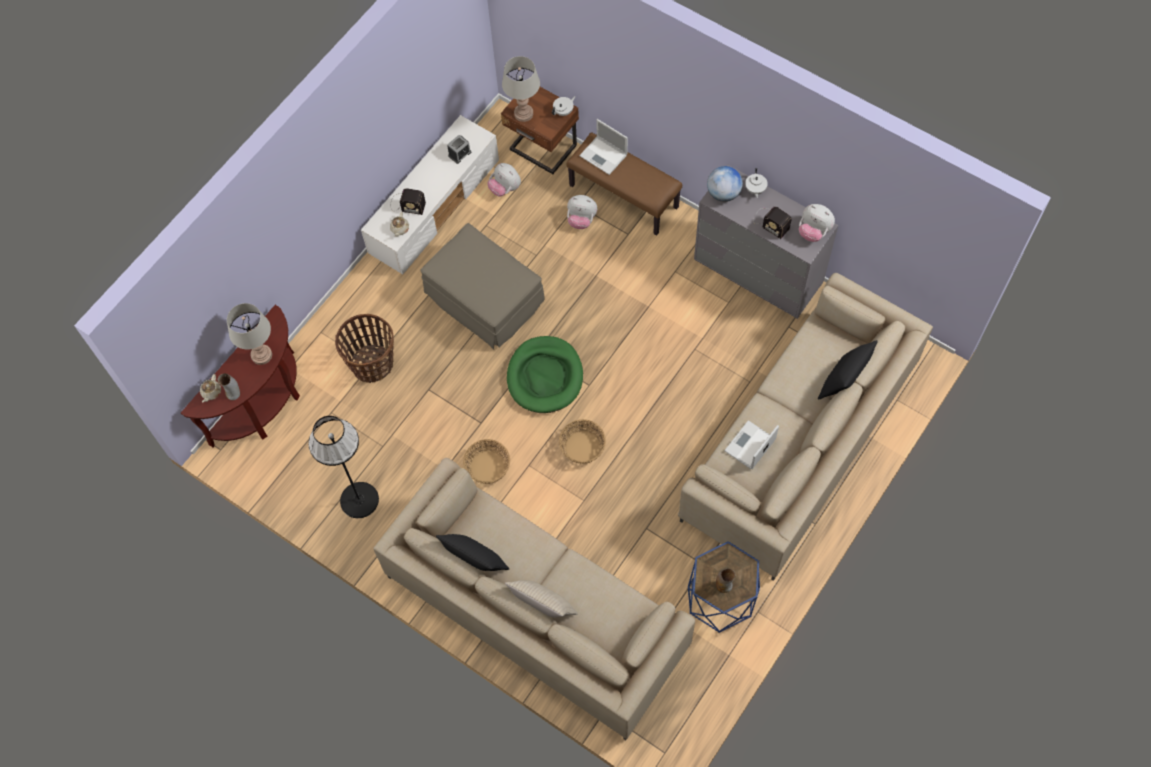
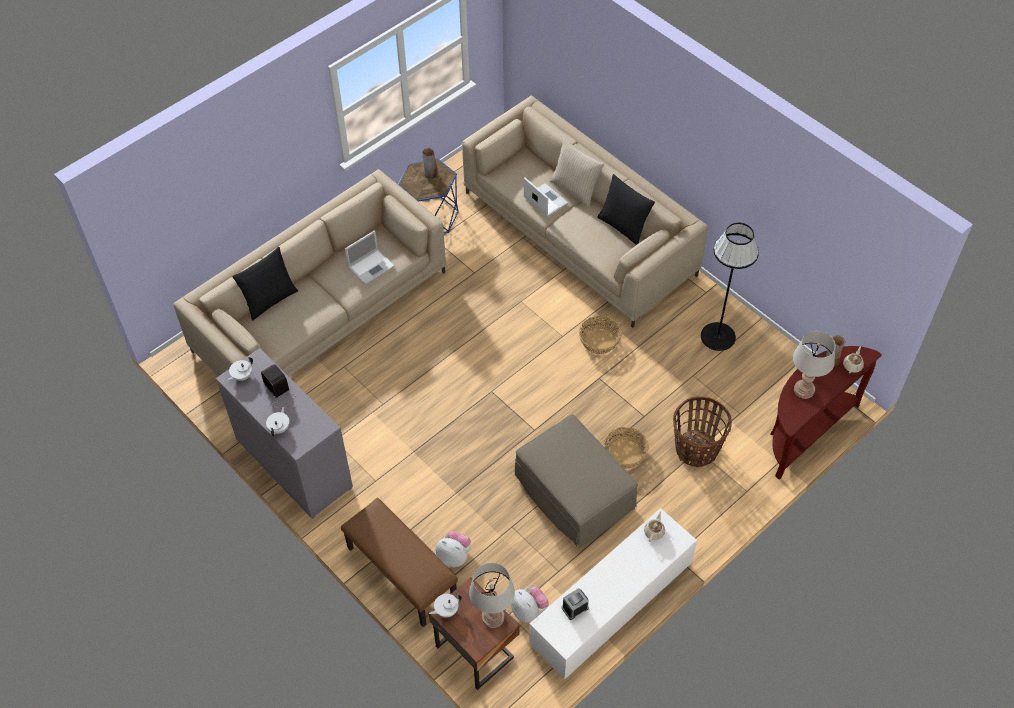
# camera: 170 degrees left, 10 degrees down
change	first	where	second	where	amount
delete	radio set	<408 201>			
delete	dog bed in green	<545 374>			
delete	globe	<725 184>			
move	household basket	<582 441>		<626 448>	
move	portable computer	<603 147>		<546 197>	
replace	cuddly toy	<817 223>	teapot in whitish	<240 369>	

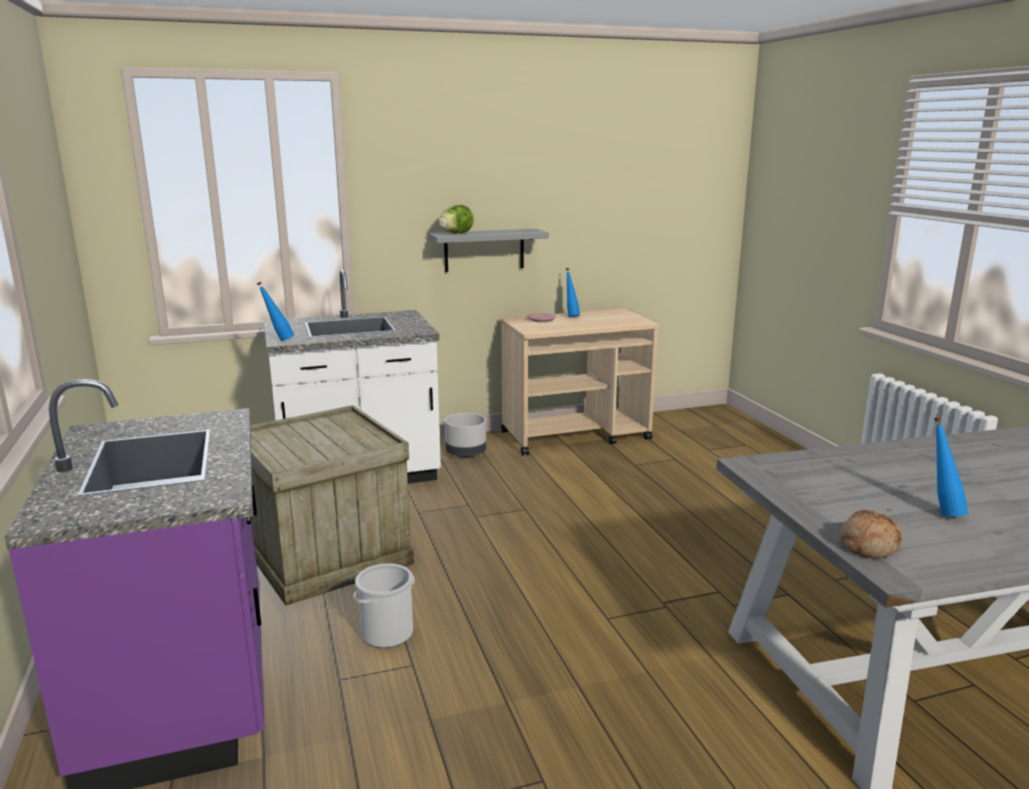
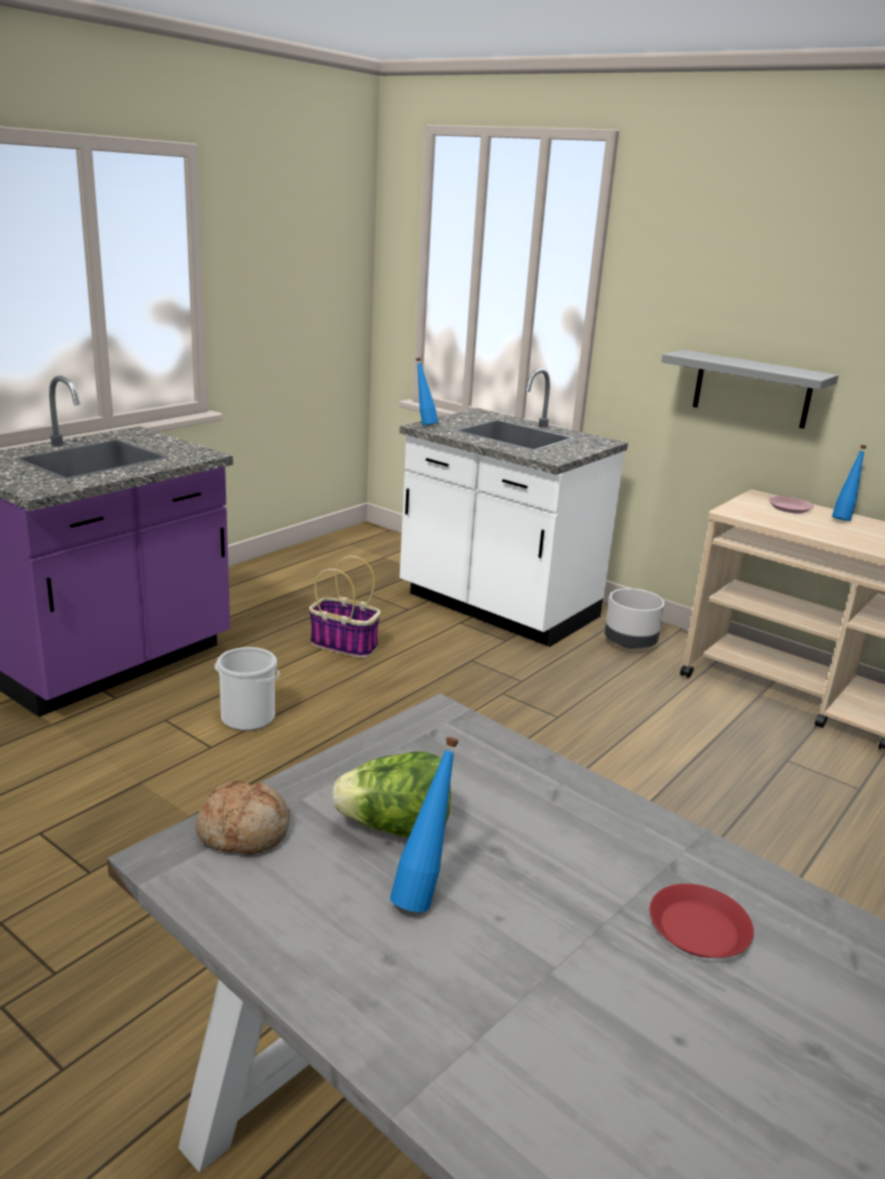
# camera: 55 degrees right, 5 degrees up
change	first	where	second	where	amount
insert			dinner plate in red-coloured	<702 921>	
move	lettuce	<456 219>		<391 794>	
replace	packing crate	<332 505>	household basket	<345 607>	

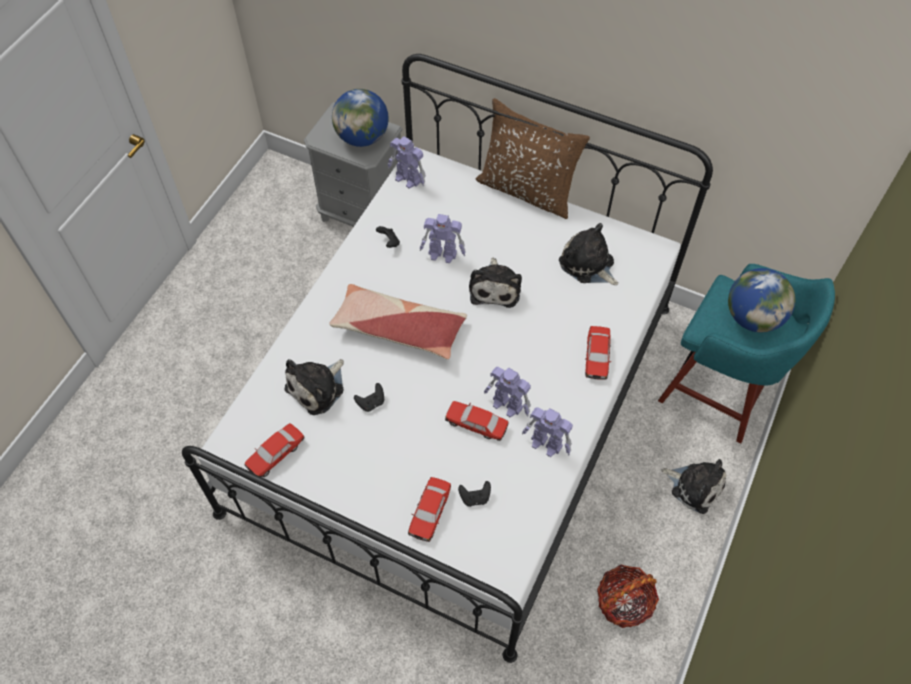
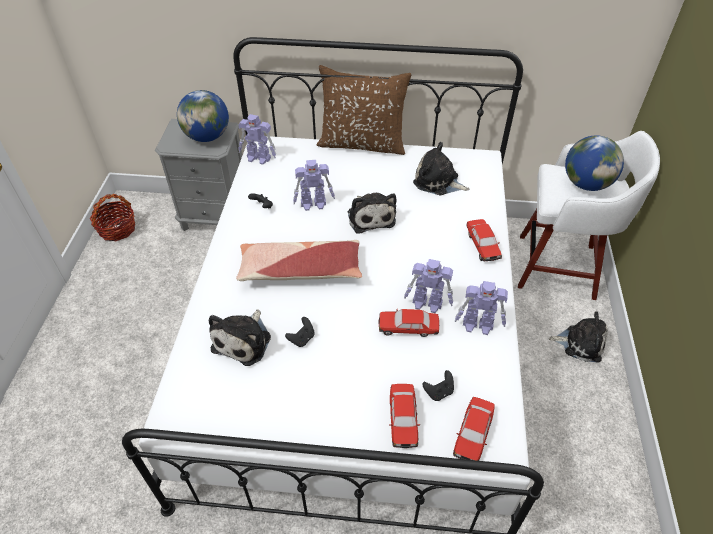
# camera: 20 degrees left, 10 degrees down
change	first	where	second	where	amount
move	toy car	<274 450>		<474 429>	
move	household basket	<628 596>		<112 217>	
recolor	stool seat in turquoise-coloured	<746 353>	stool seat in whitish	<589 215>	

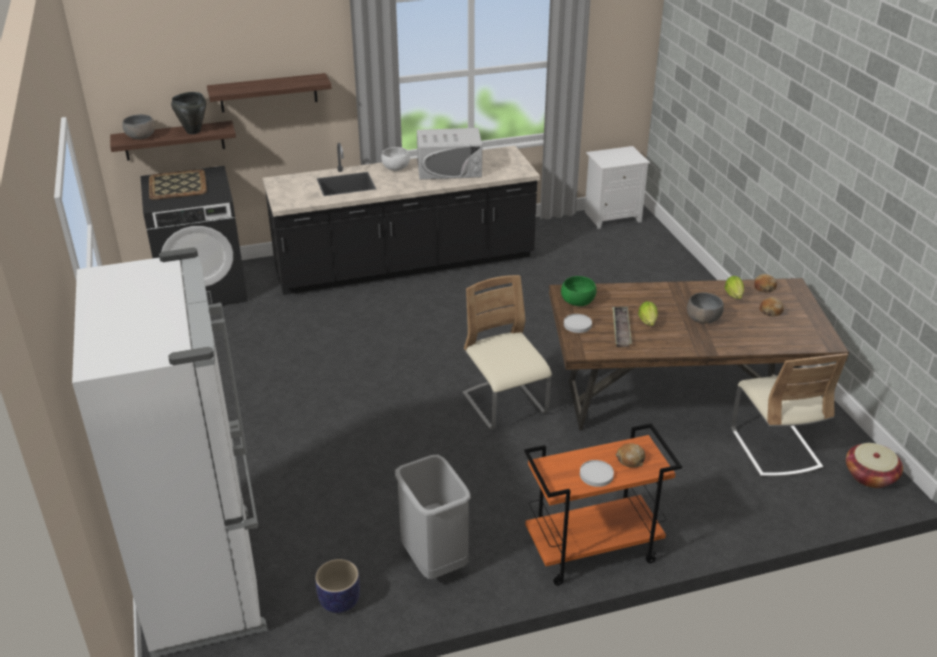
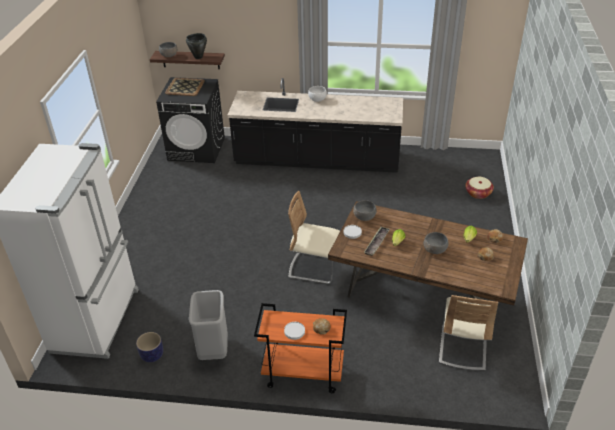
# camera: 25 degrees right, 5 degrees up
change	first	where	second	where	amount
delete	bracket shelf	<269 92>			
delete	microwave oven in whitish	<449 154>			
delete	nightstand in whitish	<617 187>			
move	household basket	<874 465>		<479 188>	
recolor	bowl in green	<579 291>	bowl in greyish	<365 210>	
rotate	chair in sand-coloured	<507 352>		<314 237>	75 degrees counterclockwise

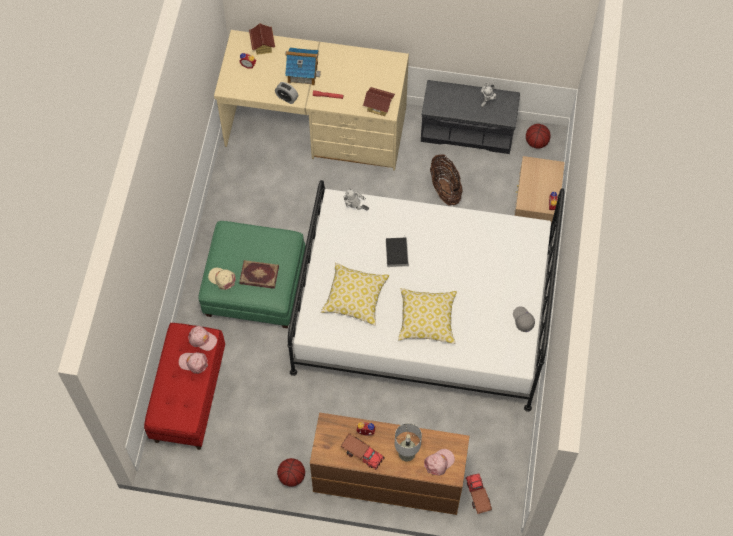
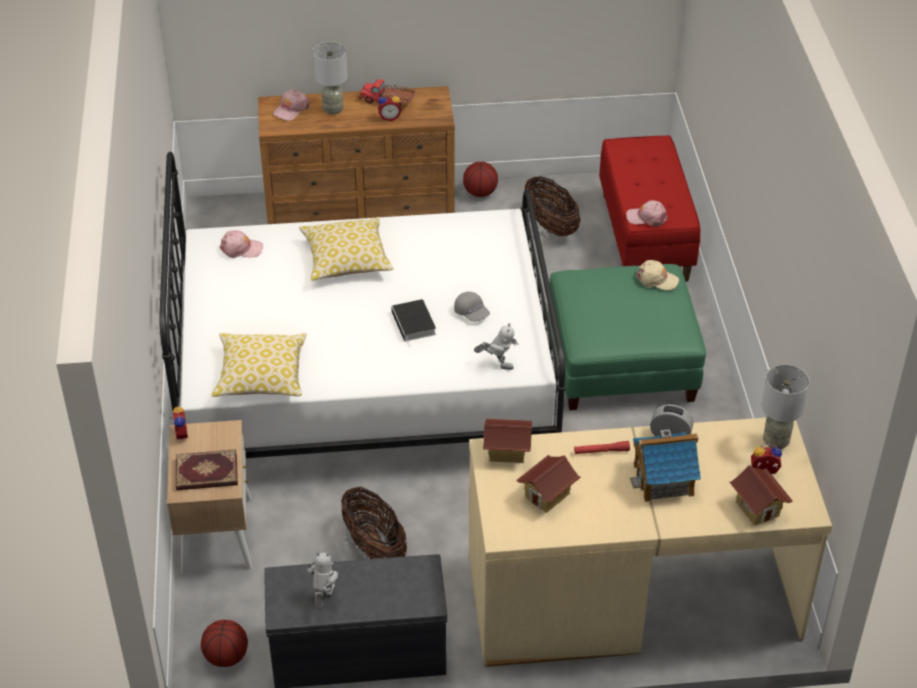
# camera: 165 degrees right, 20 degrees down
change	first	where	second	where	amount
delete	toy truck	<478 493>			
insert			miniature house	<548 484>	
insert			household basket	<553 206>	
insert			table lamp in greyish	<785 406>	
move	cap in pinkish	<193 363>		<241 244>	
move	book	<259 274>		<207 469>	
move	cushion	<355 294>		<259 365>	
move	cap in greyish	<524 319>		<472 307>	

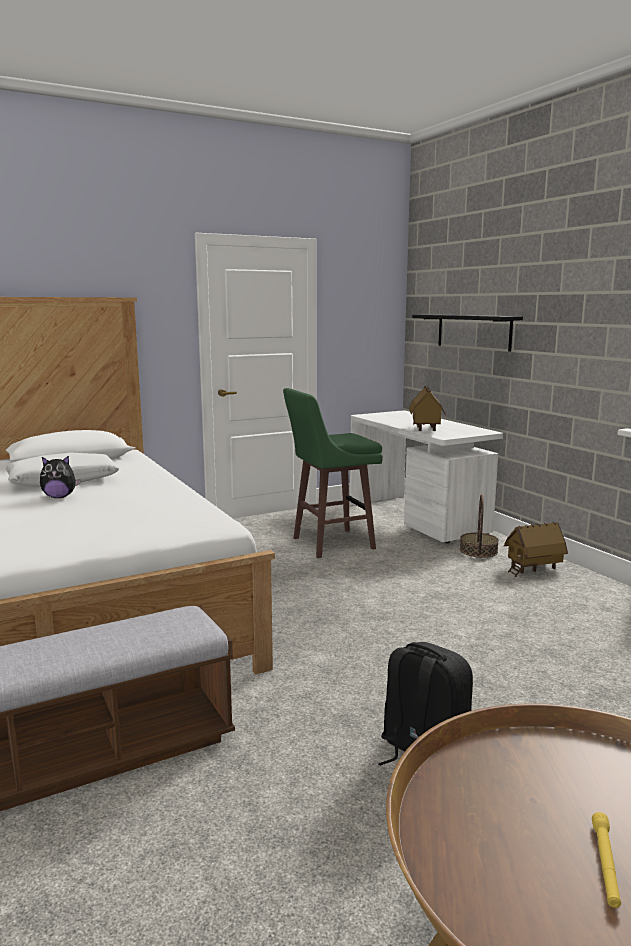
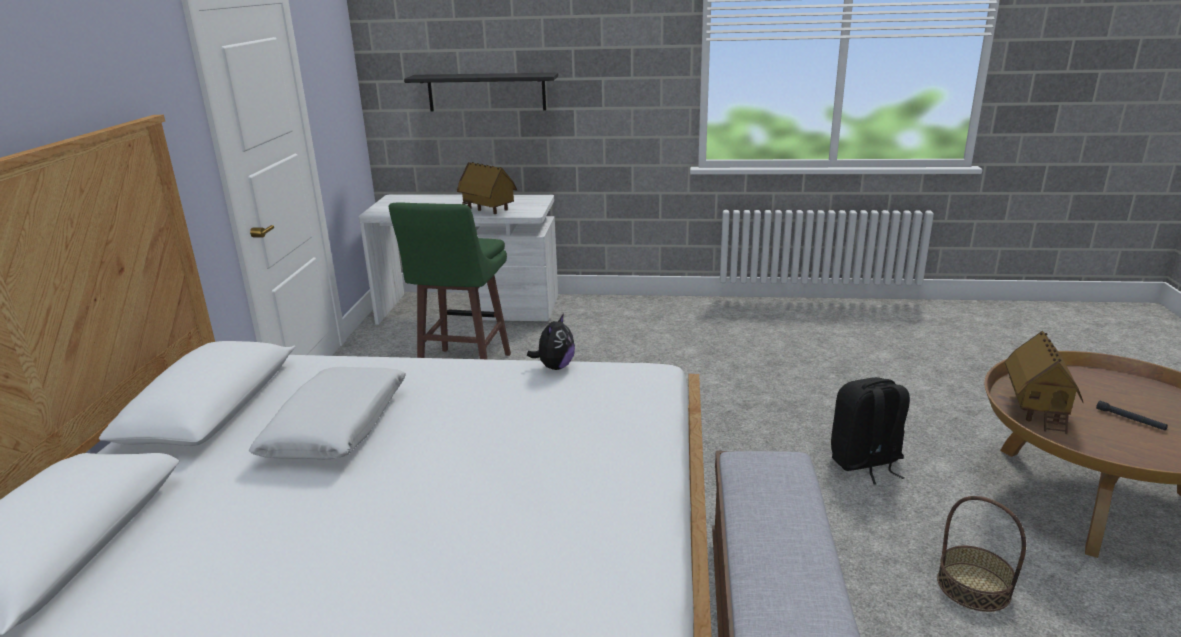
# camera: 55 degrees left, 10 degrees up
change	first	where	second	where	amount
move	cuddly toy	<60 477>		<551 341>	
move	household basket	<479 526>		<981 554>	
move	miniature house	<536 549>		<1044 382>	
recolor	torch in yellowish	<606 860>	torch in blackish	<1132 415>	

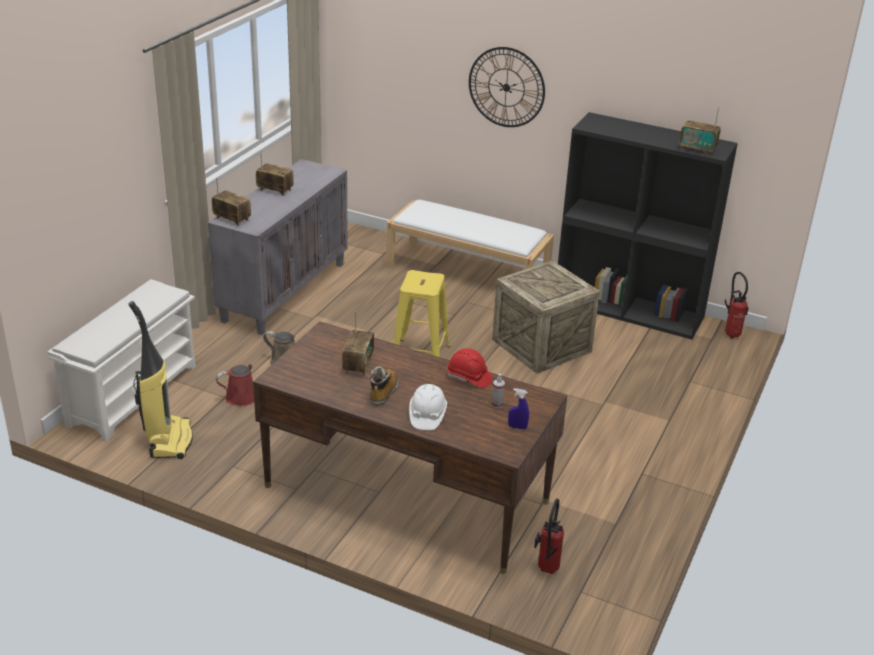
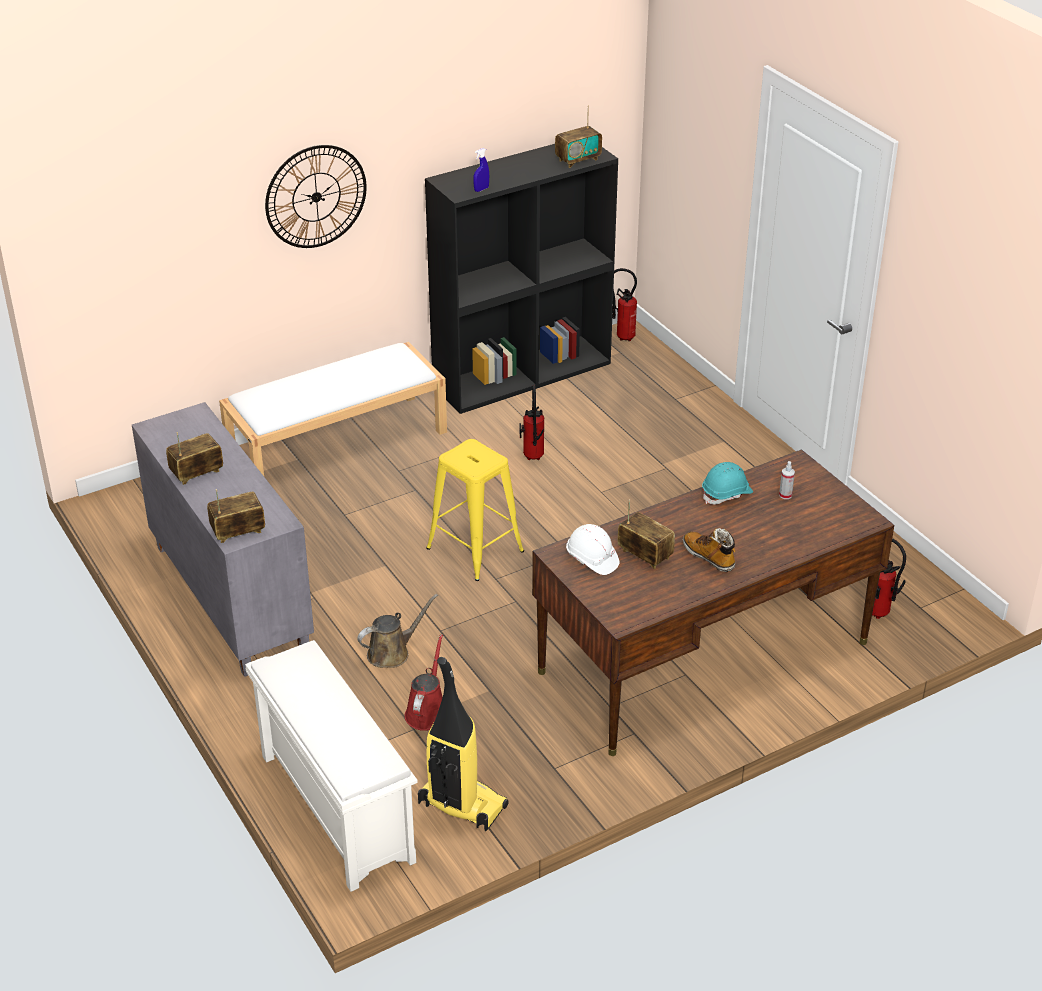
# camera: 55 degrees left, 5 degrees up
change	first	where	second	where	amount
move	hard hat in whitish	<428 407>		<592 549>	
move	hand sprayer in blue-coloured	<518 409>		<481 170>	
replace	packing crate	<546 317>	extinguisher	<531 422>	
recolor	hard hat in red-coloured	<469 368>	hard hat in turquoise-coloured	<727 483>	

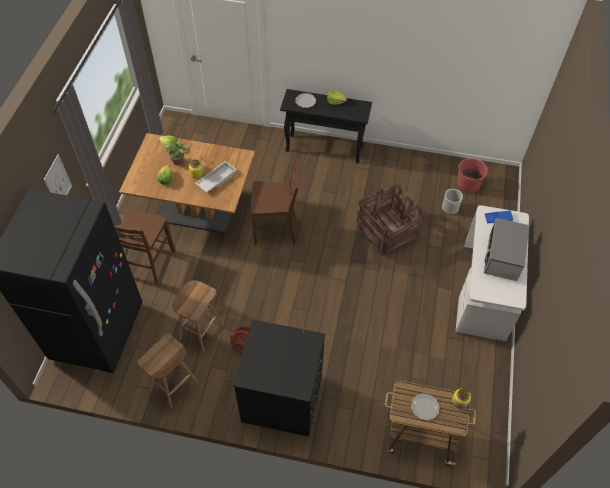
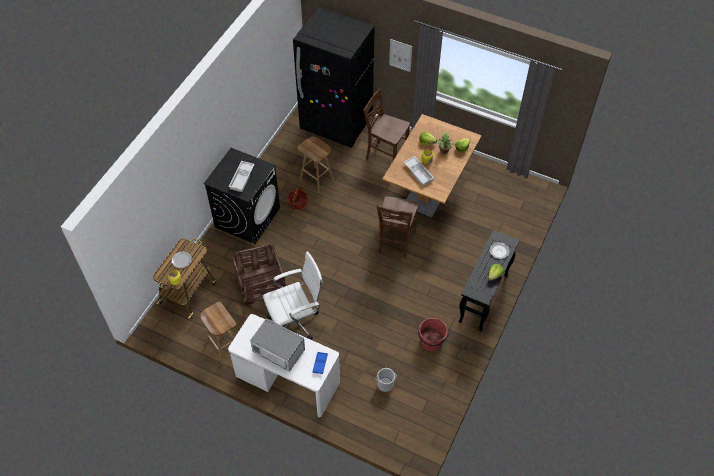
# camera: 105 degrees right, 0 degrees up
change	first	where	second	where	amount
insert			tray in whitish	<241 176>	
insert			computer chair in whitish	<293 295>	
move	stool seat in brownish	<167 371>		<218 333>	
move	packing crate	<390 220>		<259 274>	
move	pail in red-coloured	<472 175>		<433 334>	

